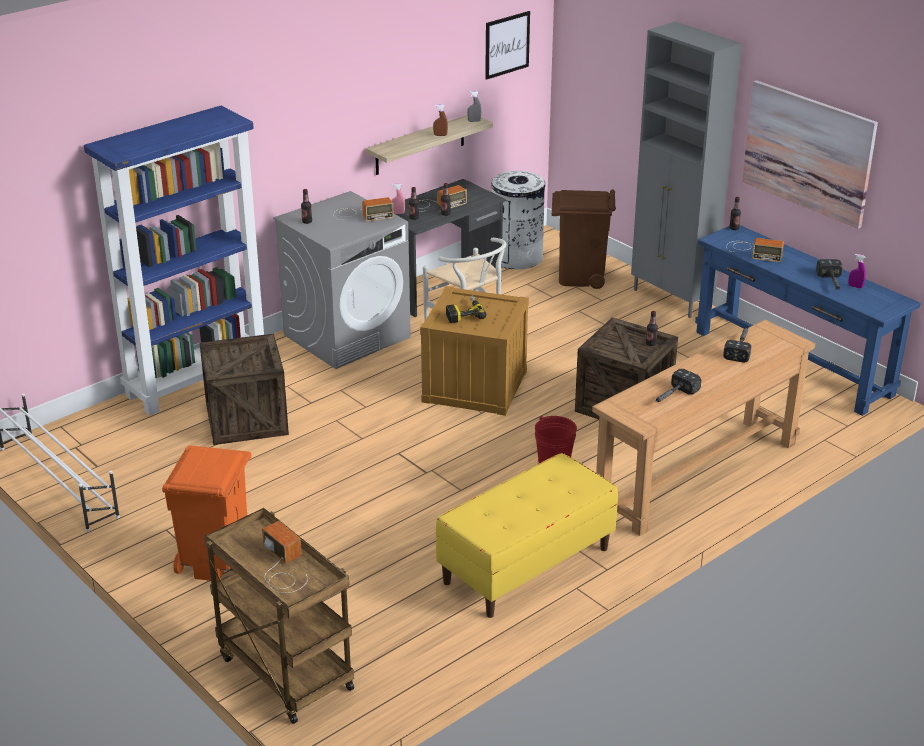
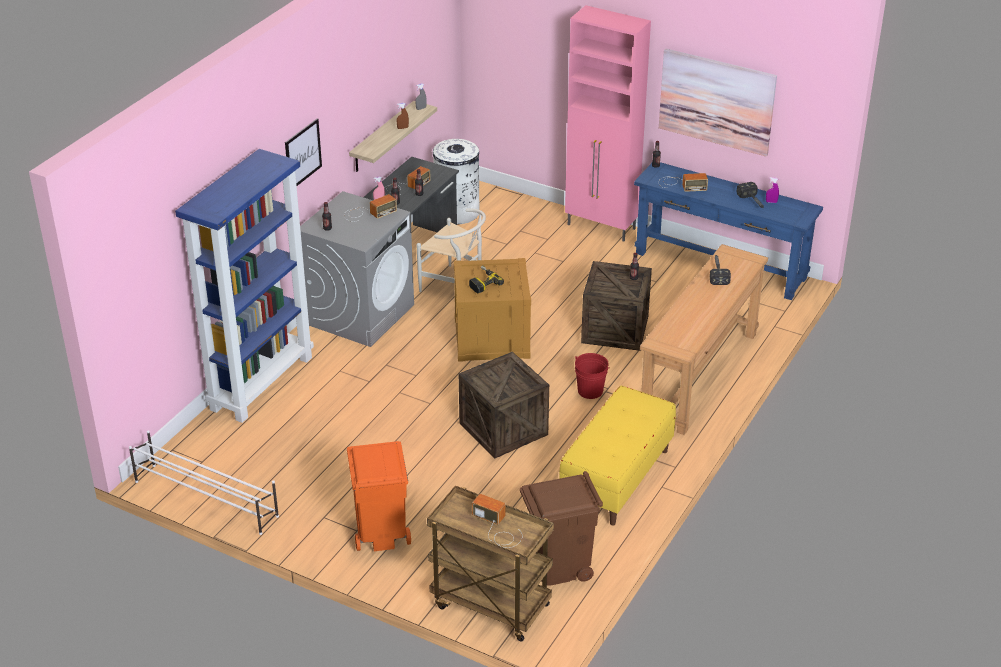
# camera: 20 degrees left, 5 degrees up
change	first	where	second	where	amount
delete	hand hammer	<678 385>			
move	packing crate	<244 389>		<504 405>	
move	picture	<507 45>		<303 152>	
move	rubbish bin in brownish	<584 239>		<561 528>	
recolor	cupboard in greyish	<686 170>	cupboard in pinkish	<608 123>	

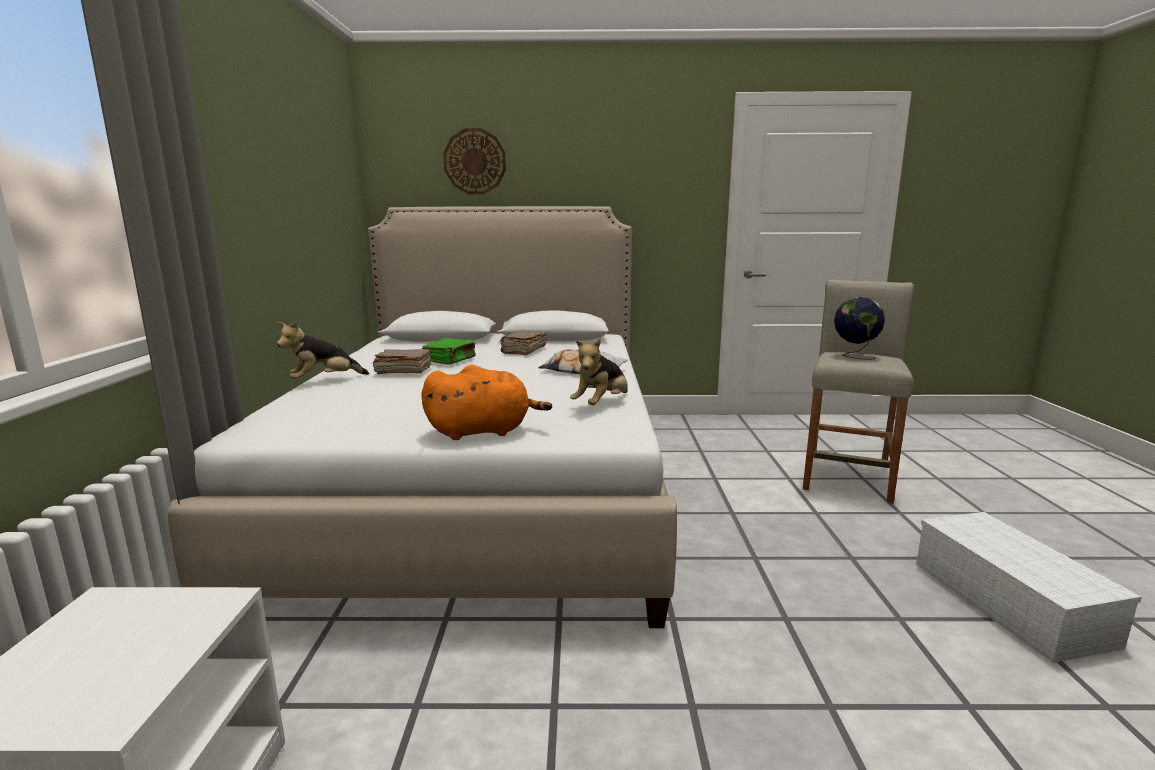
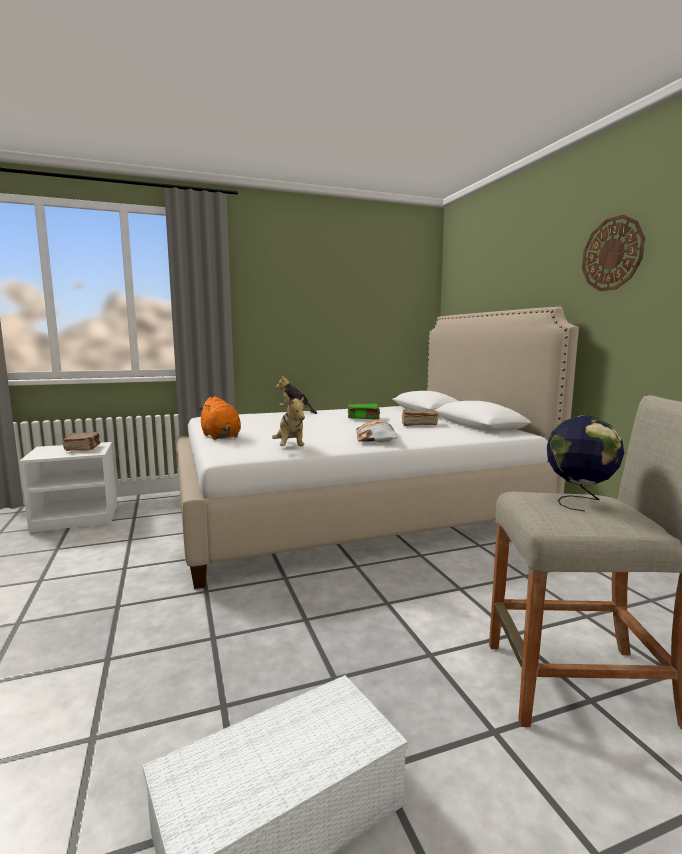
# camera: 70 degrees right, 5 degrees down
change	first	where	second	where	amount
move	book in brownish	<402 361>		<81 441>	
move	wall clock	<474 161>		<613 253>	
rotate	cuddly toy	<599 371>		<288 421>	120 degrees counterclockwise

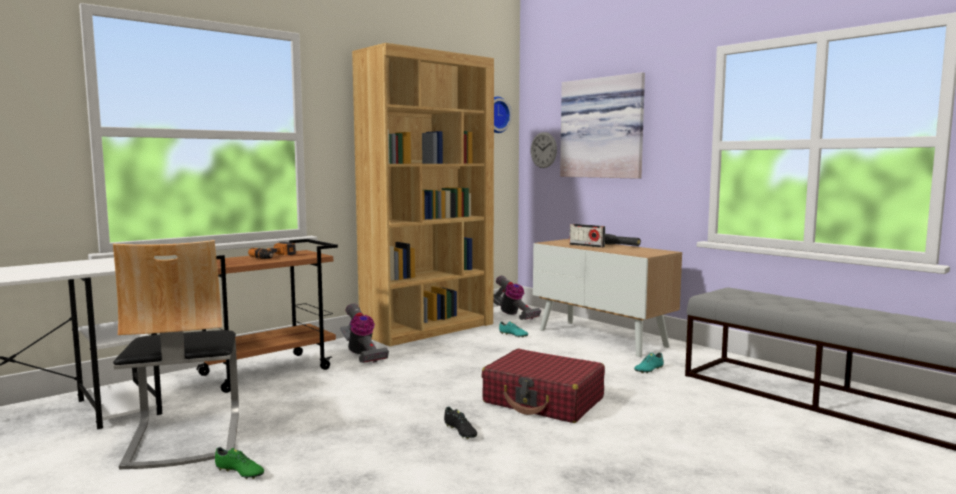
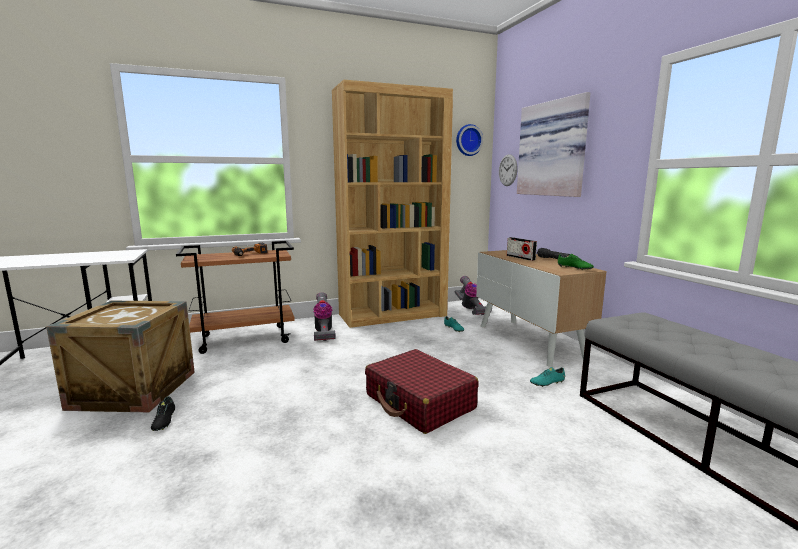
# camera: 20 degrees right, 5 degrees up
change	first	where	second	where	amount
move	shoe in green	<239 463>		<576 262>	
move	shoe in blackish	<460 422>		<163 413>	
replace	chair	<176 354>	packing crate	<120 356>	

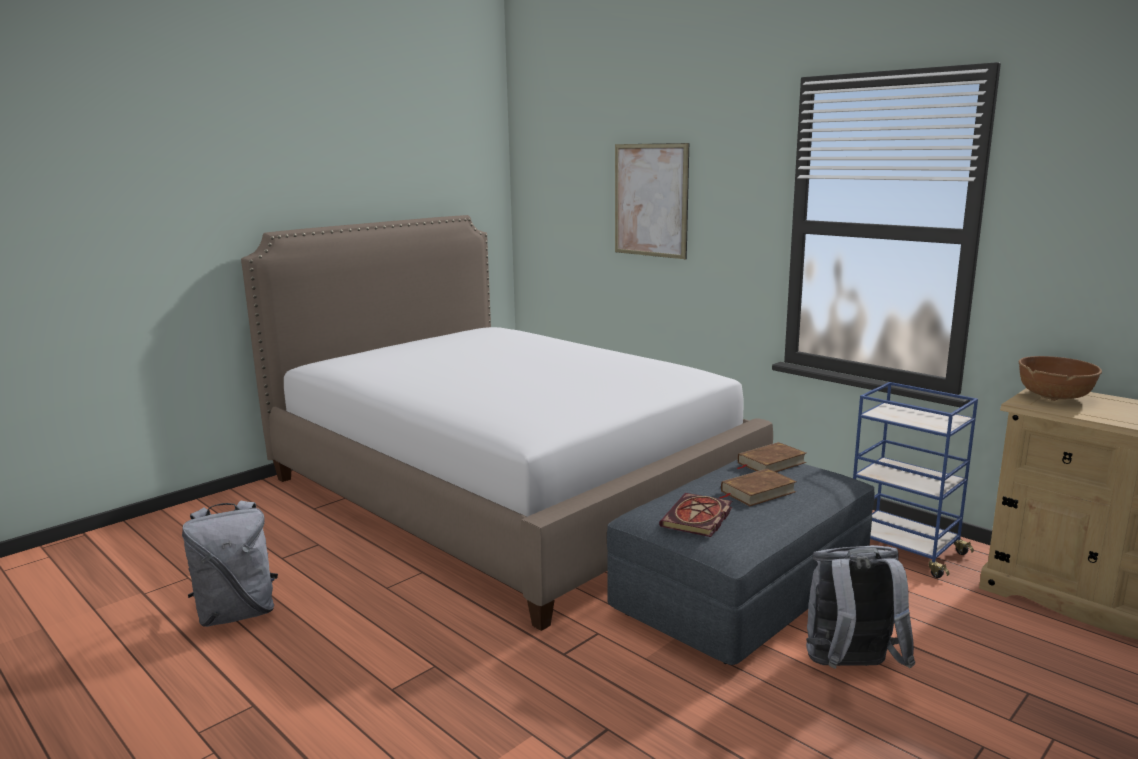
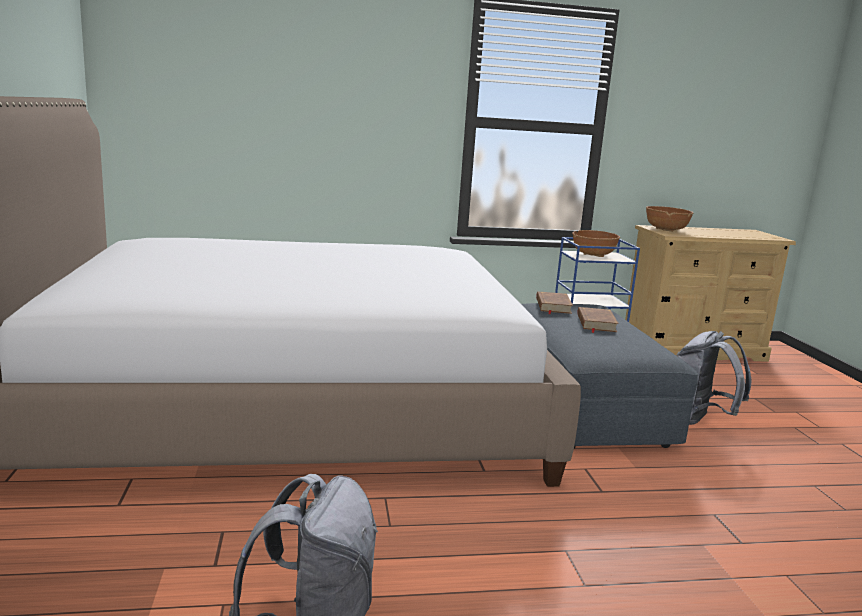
# camera: 55 degrees left, 0 degrees up
change	first	where	second	where	amount
delete	picture	<652 201>			
delete	book	<695 515>			
insert			bowl in brownish	<596 243>	

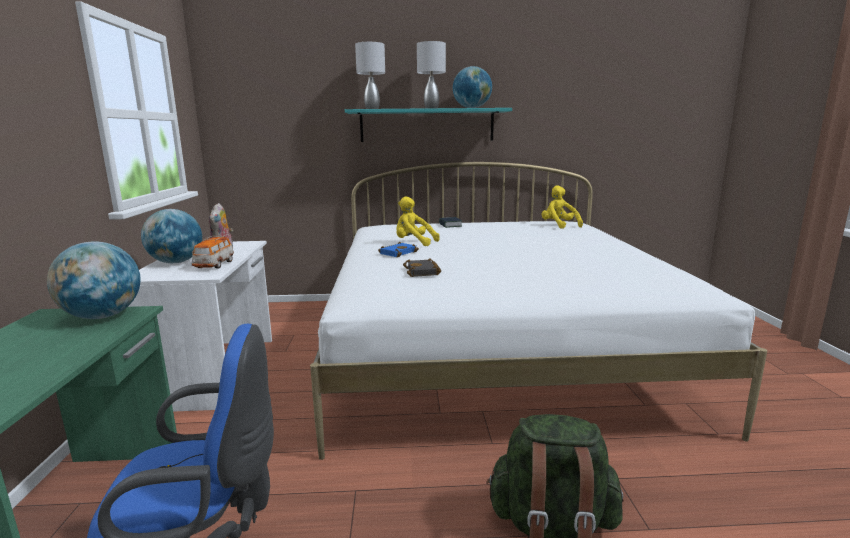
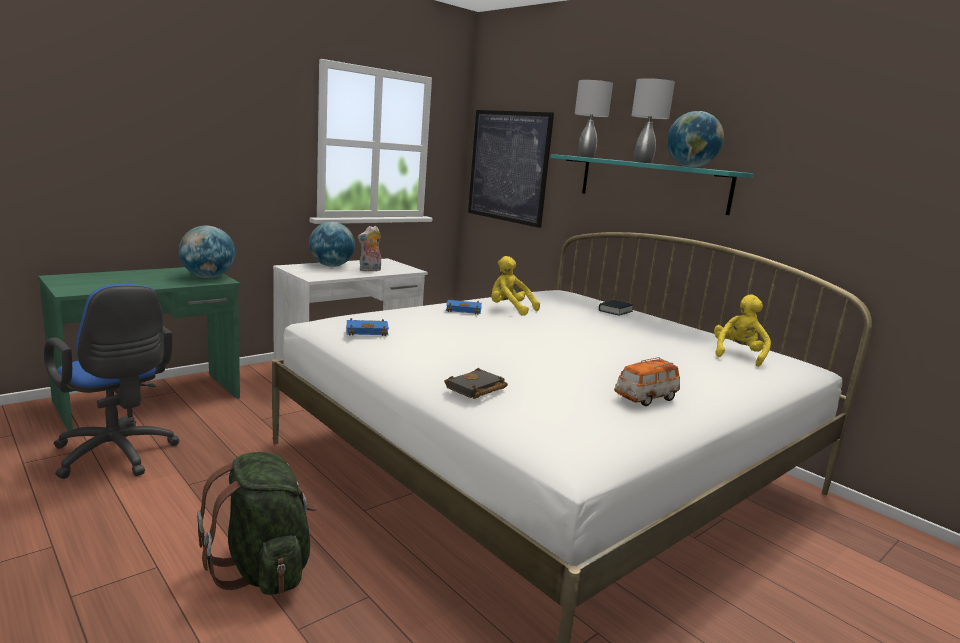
# camera: 50 degrees right, 0 degrees up
change	first	where	second	where	amount
insert			book in blue-coloured	<368 327>	
insert			picture	<511 169>	
move	toy car	<213 252>		<647 381>	
move	book in blackish	<422 267>		<476 383>	
rotate	cuddly toy in yellowish	<418 221>		<515 286>	45 degrees counterclockwise

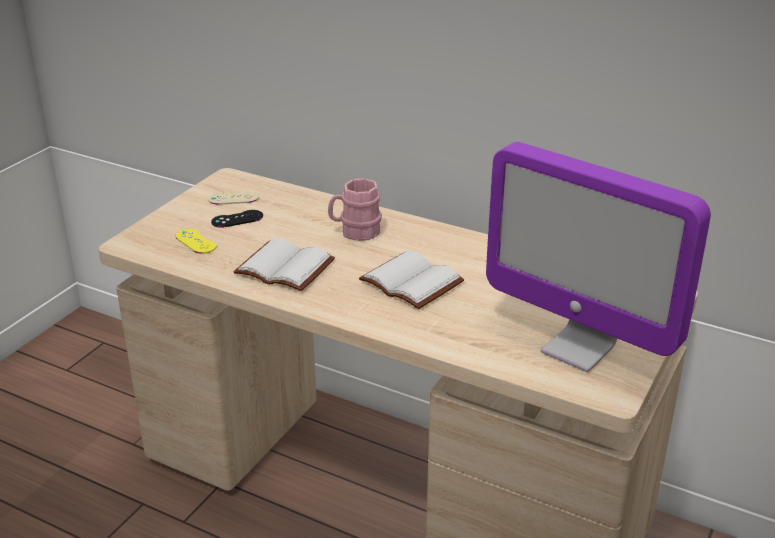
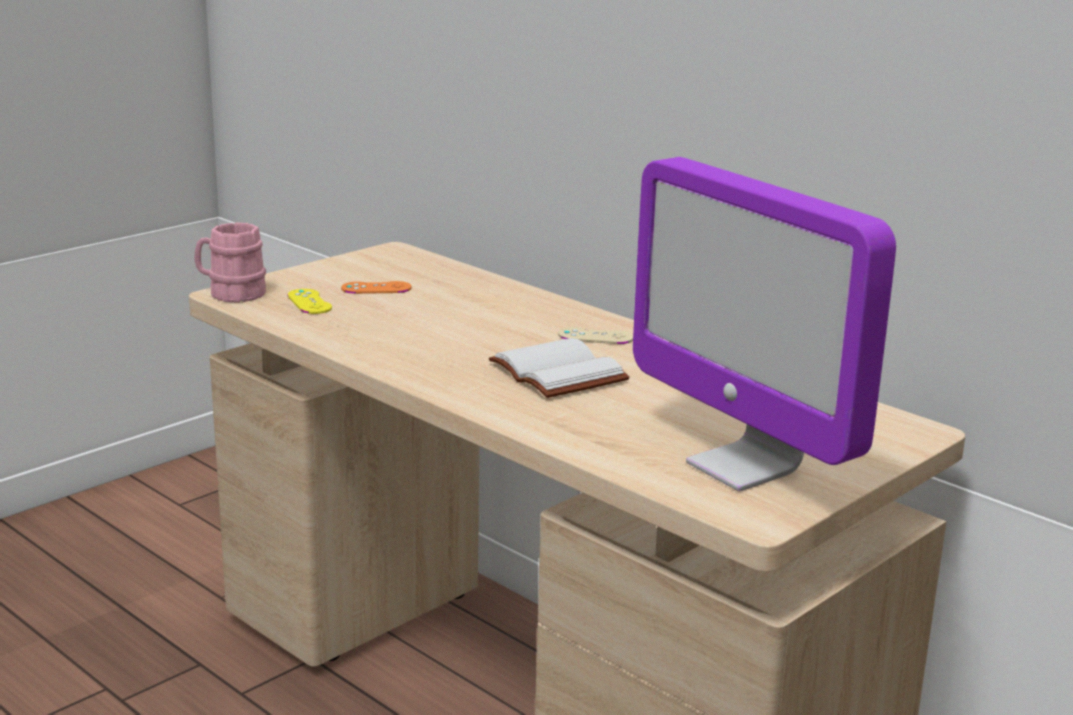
# camera: 15 degrees right, 10 degrees down
change	first	where	second	where	amount
delete	book in whitish	<284 264>			
move	joypad in sand-coloured	<233 198>		<595 335>	
move	mug in pinkish	<355 209>		<230 263>	
recolor	joypad in blackish	<237 219>	joypad in orange-coloured	<376 287>	

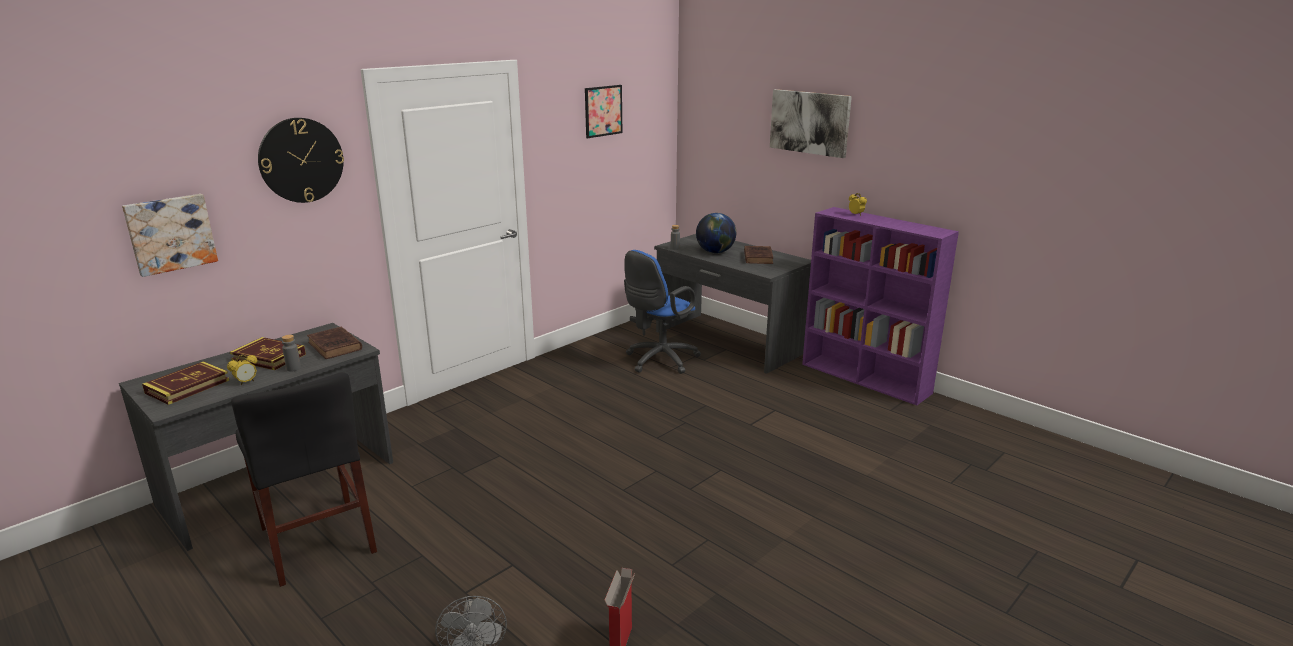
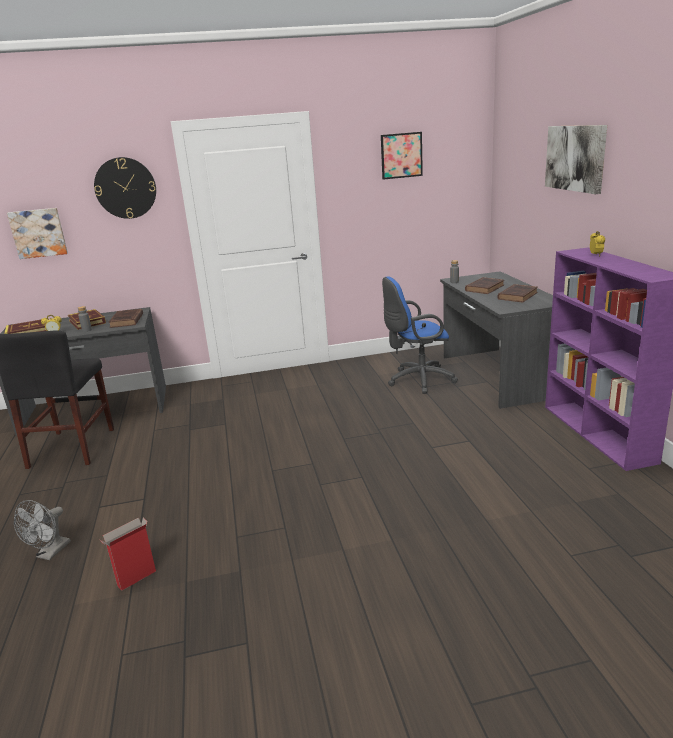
# camera: 35 degrees right, 0 degrees up
change	first	where	second	where	amount
replace	globe	<716 233>	book in brownish	<484 285>	

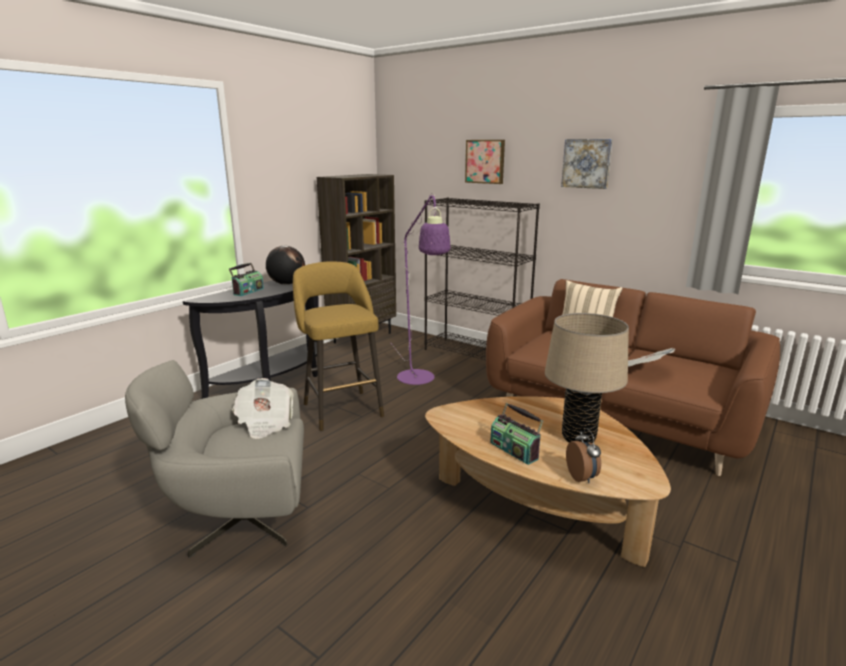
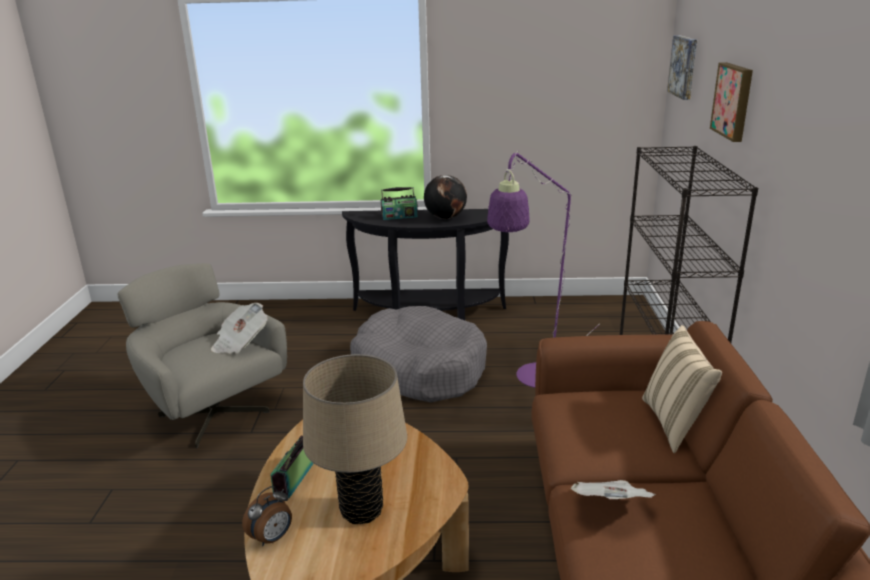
# camera: 55 degrees right, 5 degrees up
change	first	where	second	where	amount
delete	bookcase in brownish	<356 258>			
move	picture	<587 164>		<682 67>	
replace	stool seat in yellowish	<338 346>	dog bed in greyish	<418 354>	

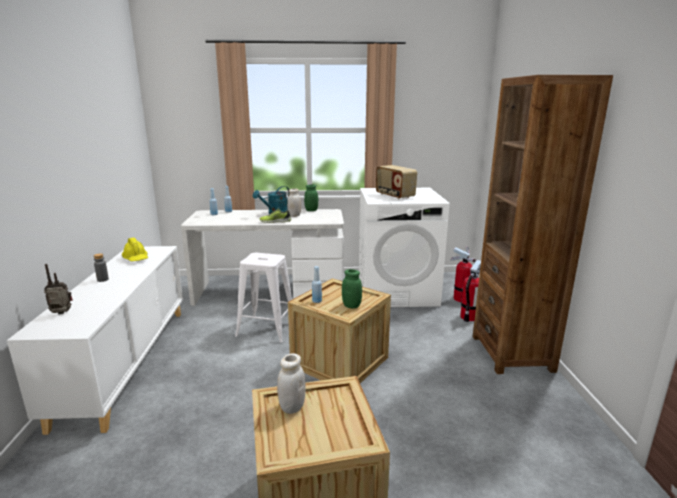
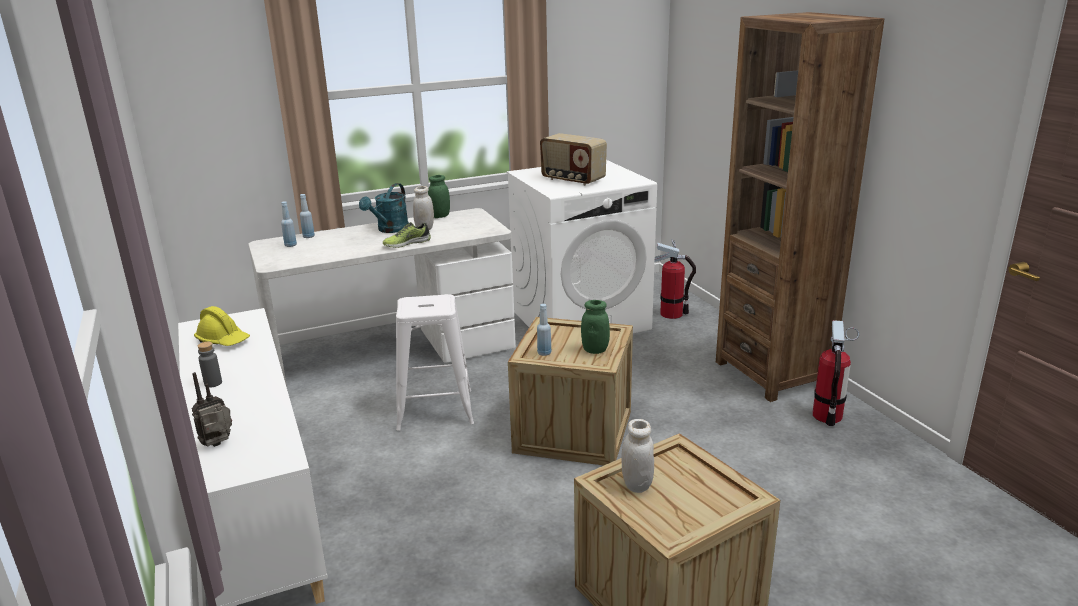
# camera: 20 degrees left, 5 degrees up
change	first	where	second	where	amount
move	extinguisher	<470 291>		<836 373>	

